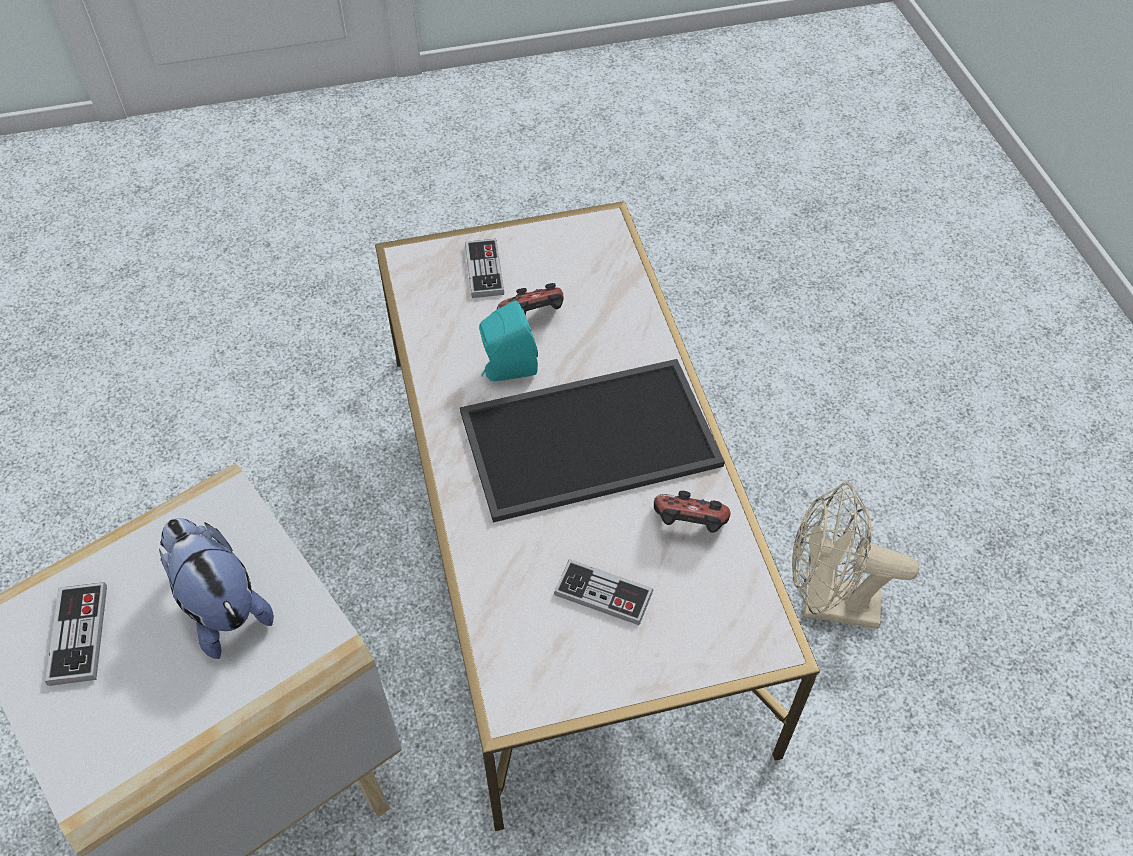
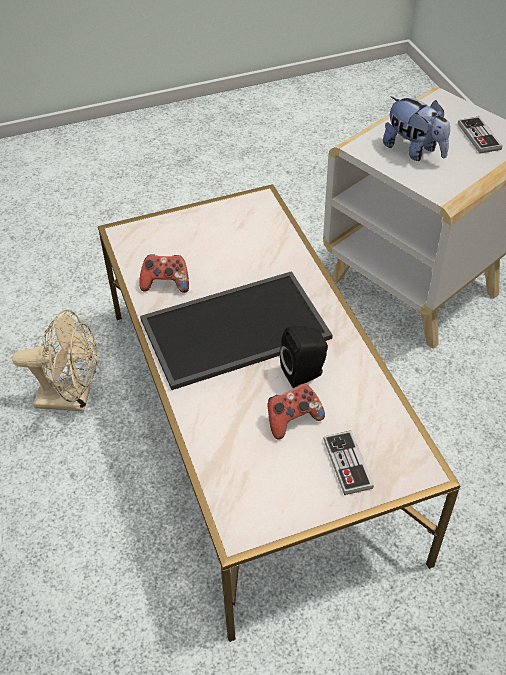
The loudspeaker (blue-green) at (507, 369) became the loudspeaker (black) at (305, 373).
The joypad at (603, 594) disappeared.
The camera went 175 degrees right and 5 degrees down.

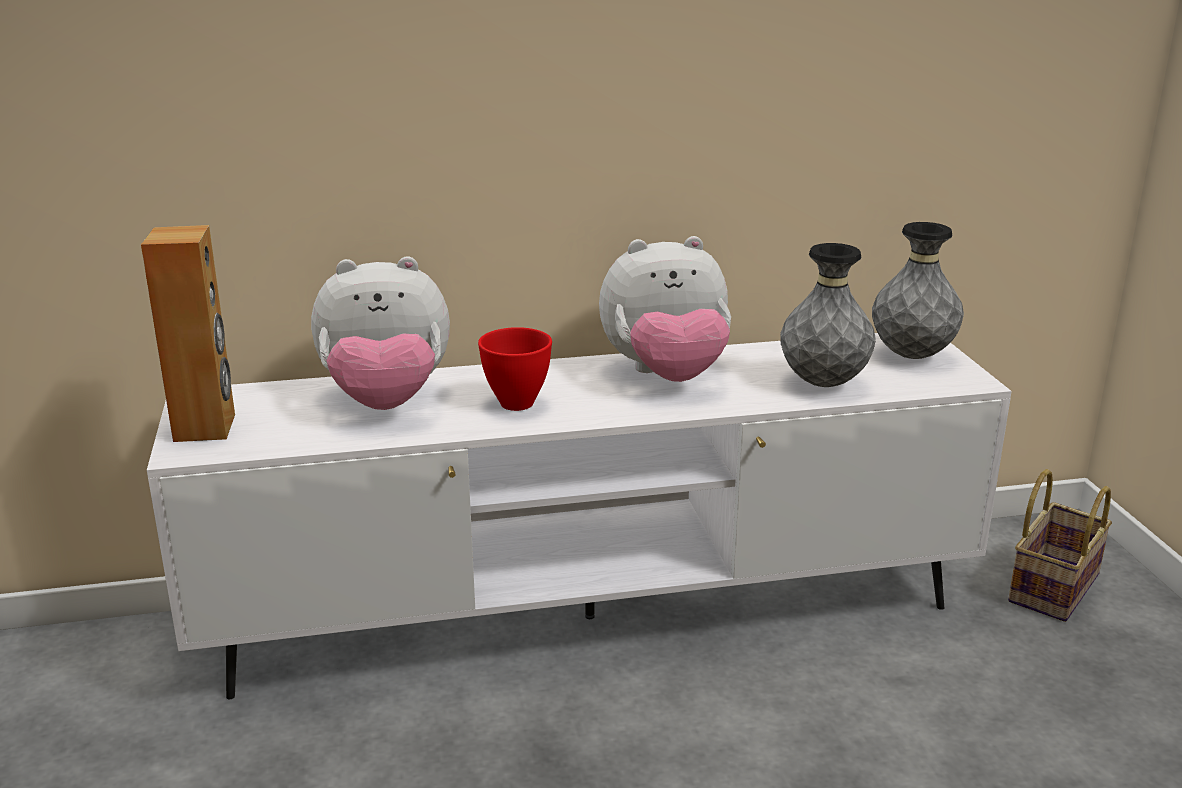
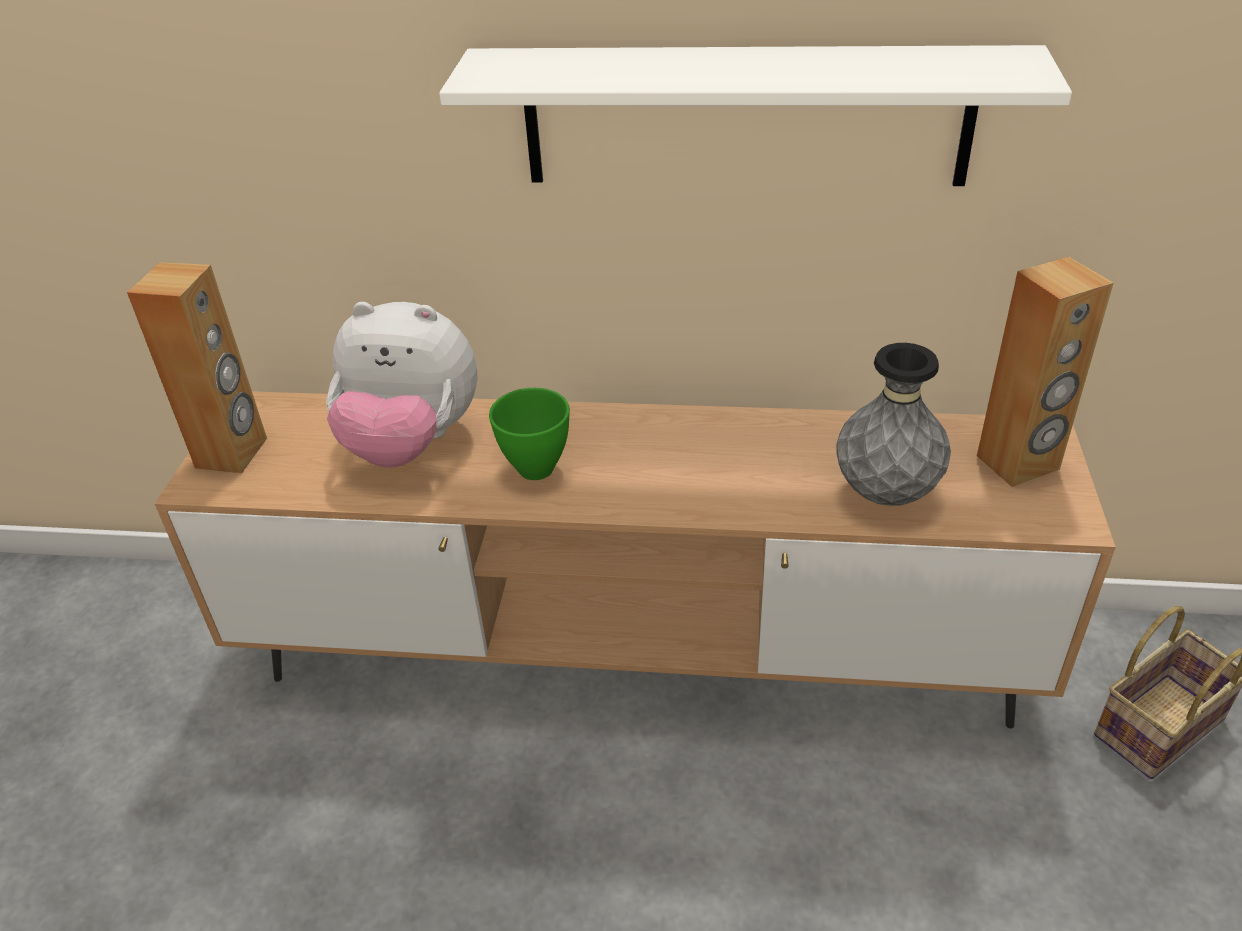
The media console (whitish) at (590, 617) became the media console (brownish) at (632, 656).
The bracket shelf (whitish) at (745, 117) appeared.
The serving bowl (red) at (518, 403) became the serving bowl (green) at (538, 468).
The vase (gray) at (912, 356) was replaced by the loudspeaker (brownish) at (1018, 463).
The soft toy at (666, 375) disappeared.
The camera went 20 degrees right and 15 degrees up.

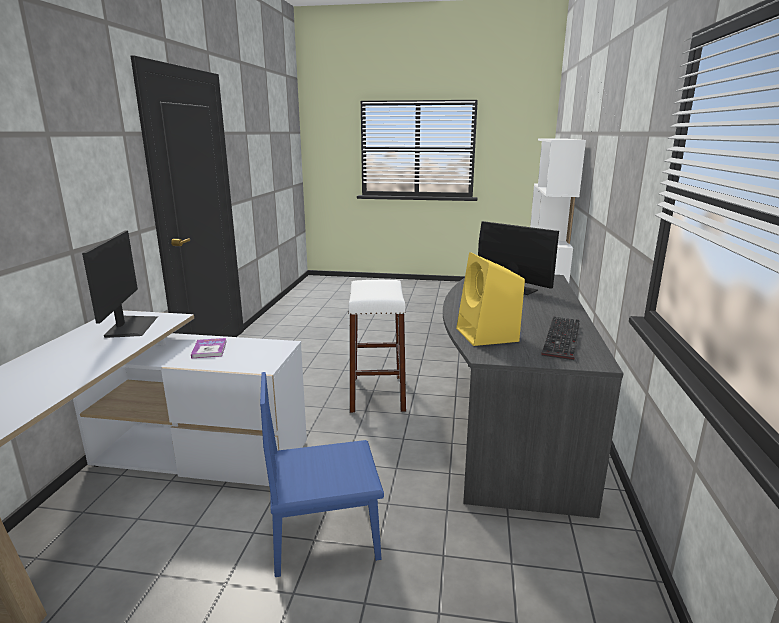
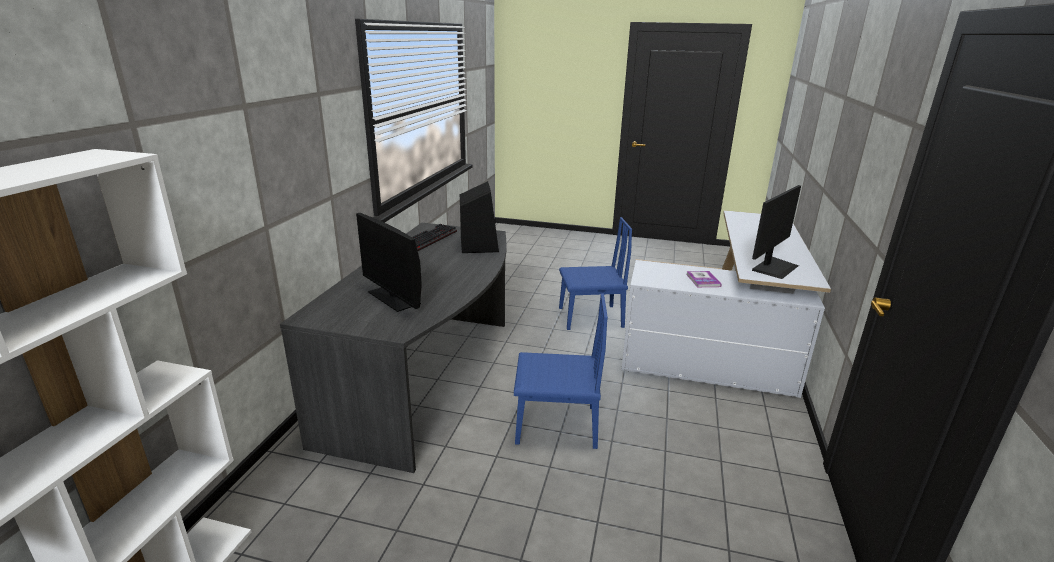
The loudspeaker (yellowish) at (488, 335) became the loudspeaker (black) at (478, 245).
The stool seat (whitish) at (377, 393) was replaced by the chair (blue-coloured) at (556, 425).
The monitor at (131, 326) turned 135 degrees counterclockwise.
The camera went 175 degrees left and 5 degrees up.

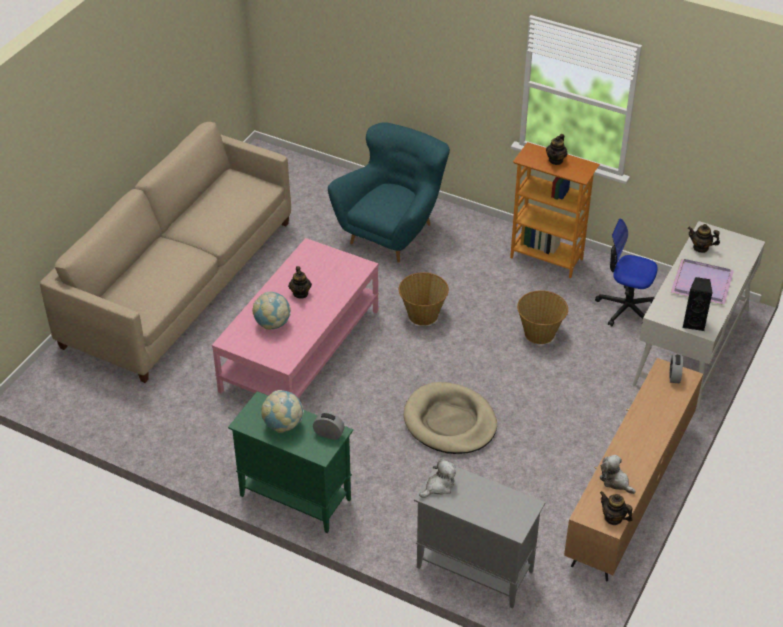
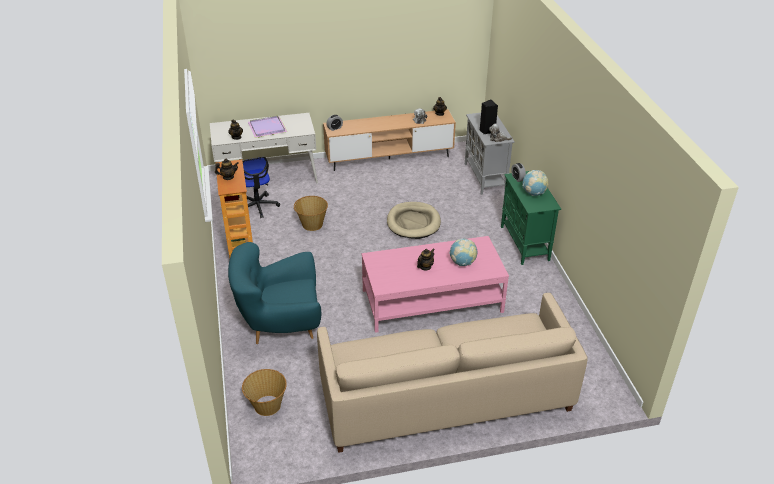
The storage basket moved from (423, 314) to (267, 406).
The loudspeaker (black) moved from (694, 323) to (486, 131).
The camera went 130 degrees left and 5 degrees down.

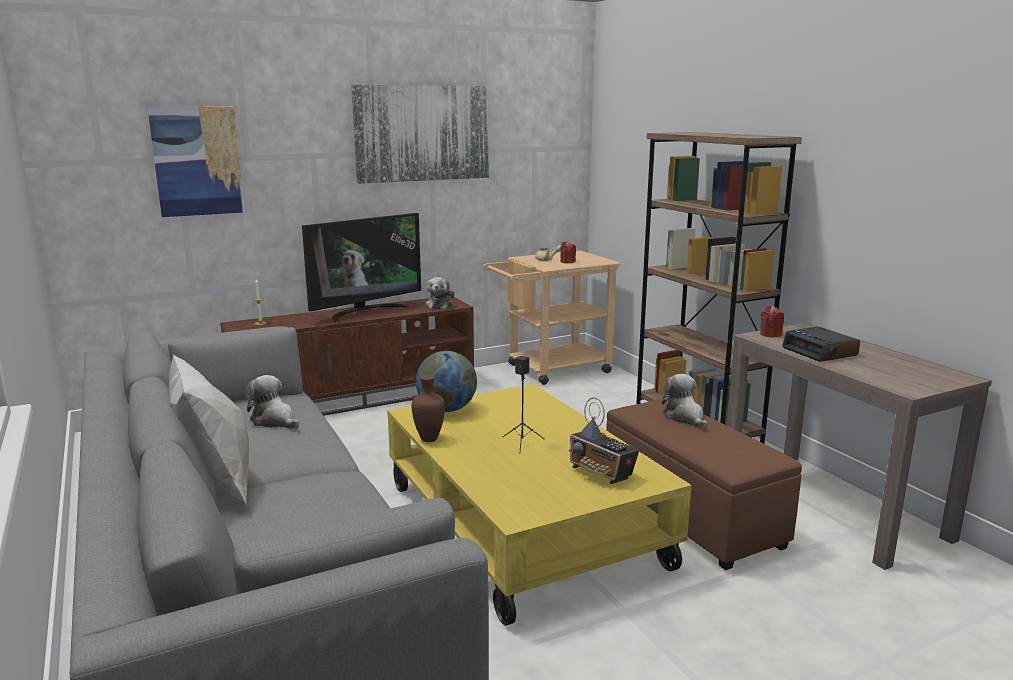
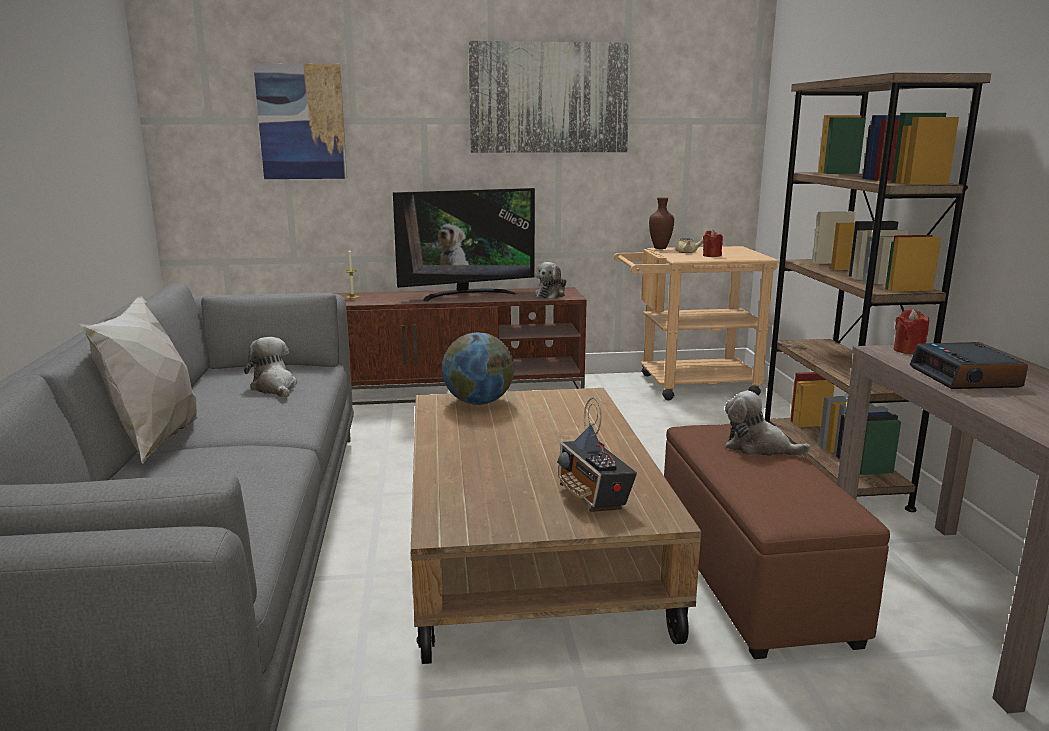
The coffee table (yellowish) at (521, 525) became the coffee table (brownish) at (527, 551).
The vase (brownish) moved from (430, 439) to (660, 248).
The soft toy at (684, 417) turned 60 degrees counterclockwise.
The loudspeaker (black) at (522, 442) disappeared.
The camera went 20 degrees right and 0 degrees up.

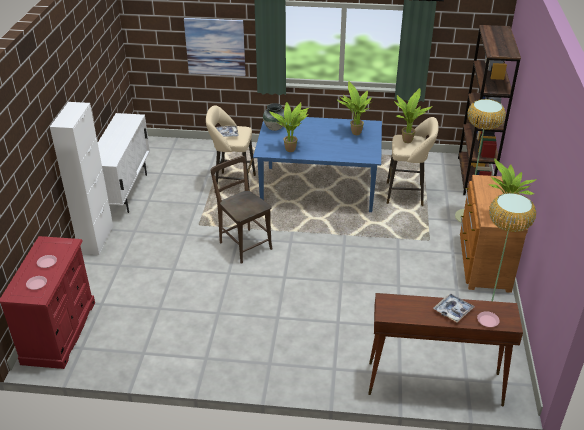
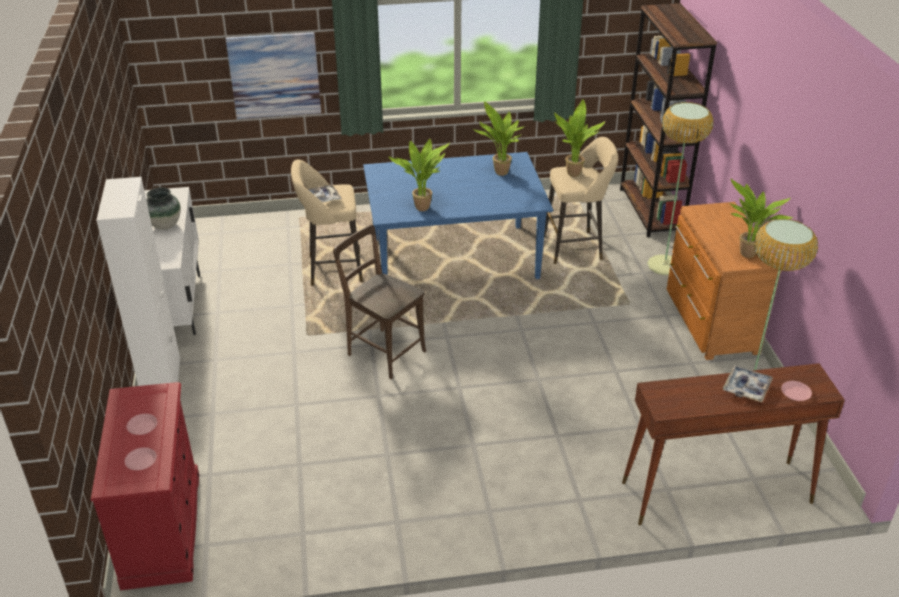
The vase moved from (275, 128) to (165, 225).
The camera went 15 degrees left and 0 degrees up.

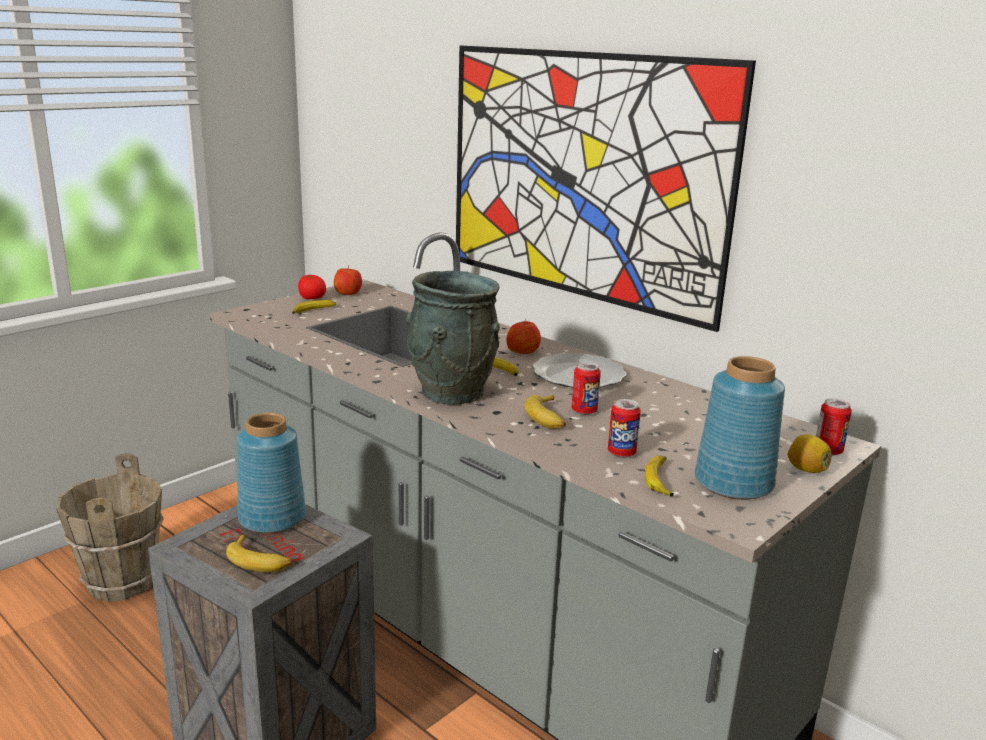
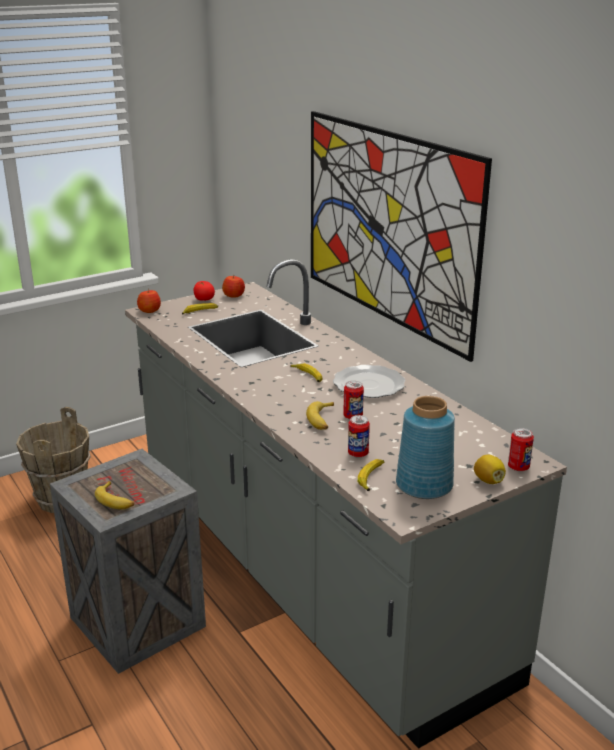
The apple moved from (523, 351) to (149, 310).
The vase (blue-coloured) at (272, 519) disappeared.
The vase (gray) at (451, 394) disappeared.
The camera went 15 degrees right and 5 degrees up.

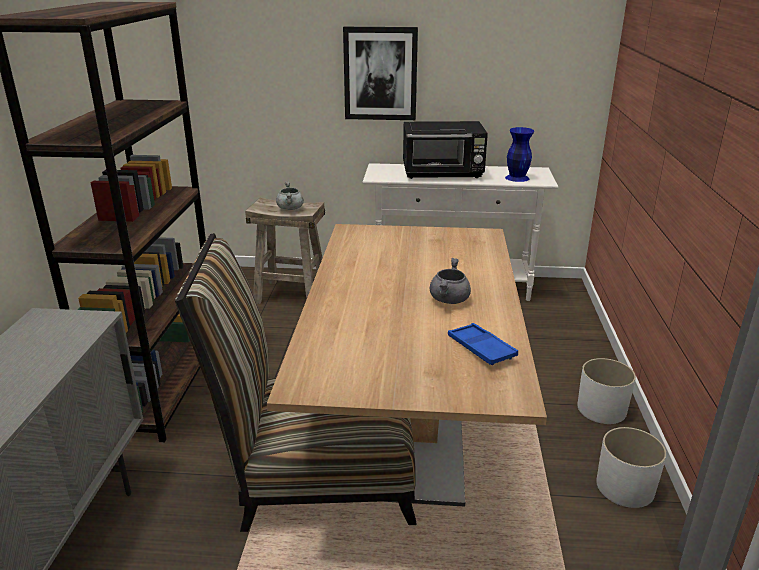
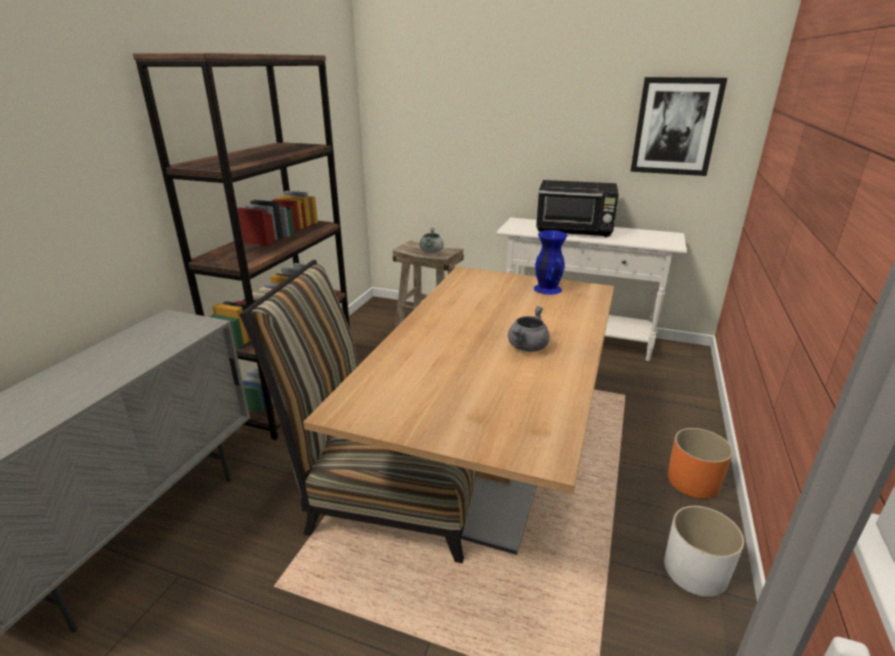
The vase (blue-coloured) moved from (516, 178) to (547, 289).
The wall art moved from (380, 74) to (676, 126).
The flower pot (whitish) at (601, 409) became the flower pot (orange) at (692, 480).
The tray (blue-coloured) at (481, 348) disappeared.
The camera went 15 degrees right and 0 degrees up.

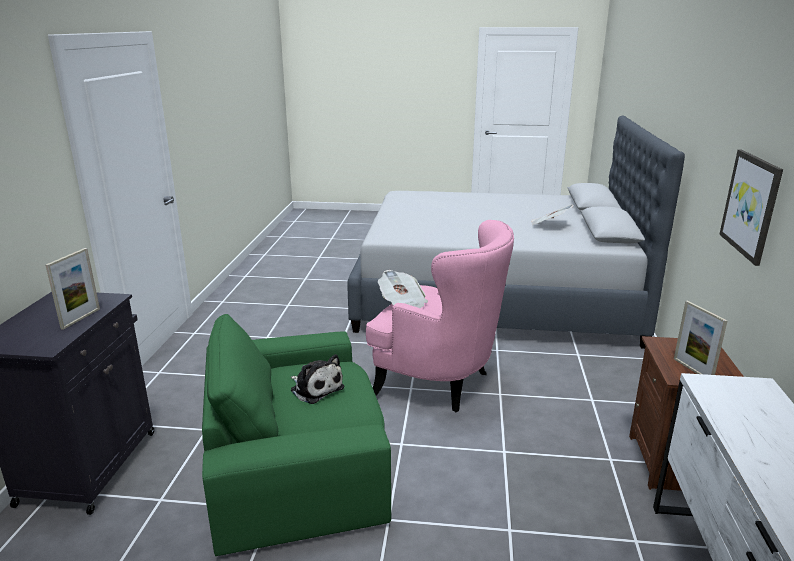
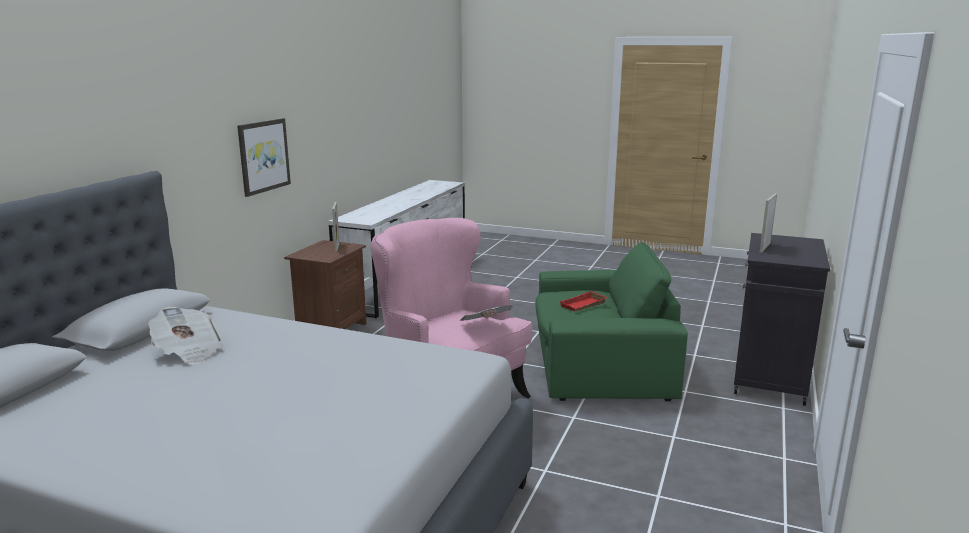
The soft toy at (315, 388) was replaced by the tray (red) at (583, 305).
The camera went 165 degrees left and 5 degrees down.

